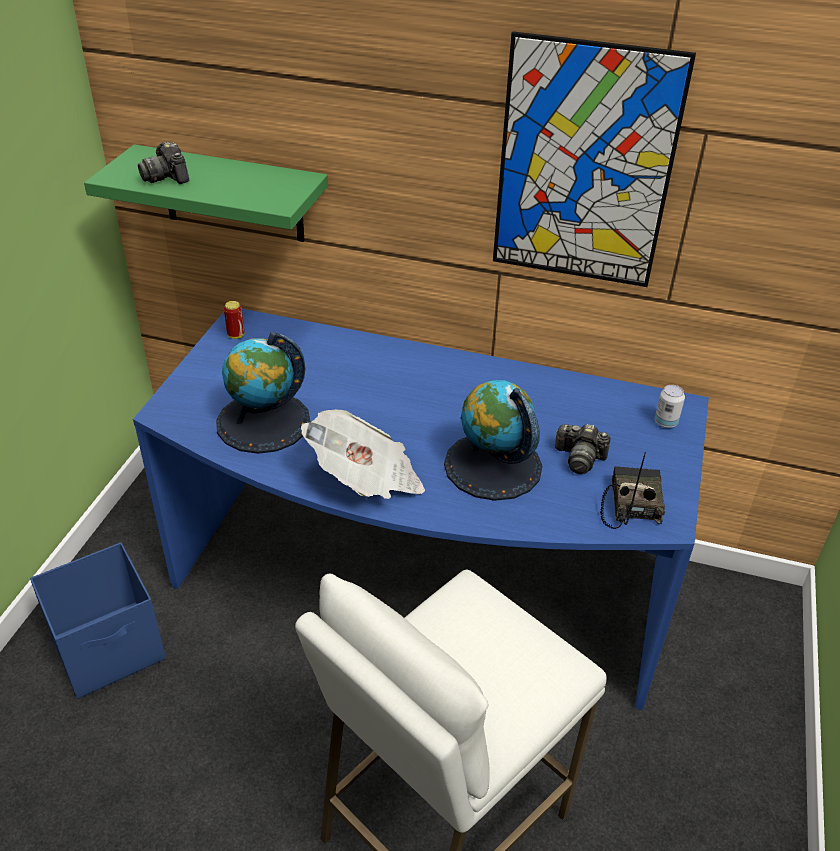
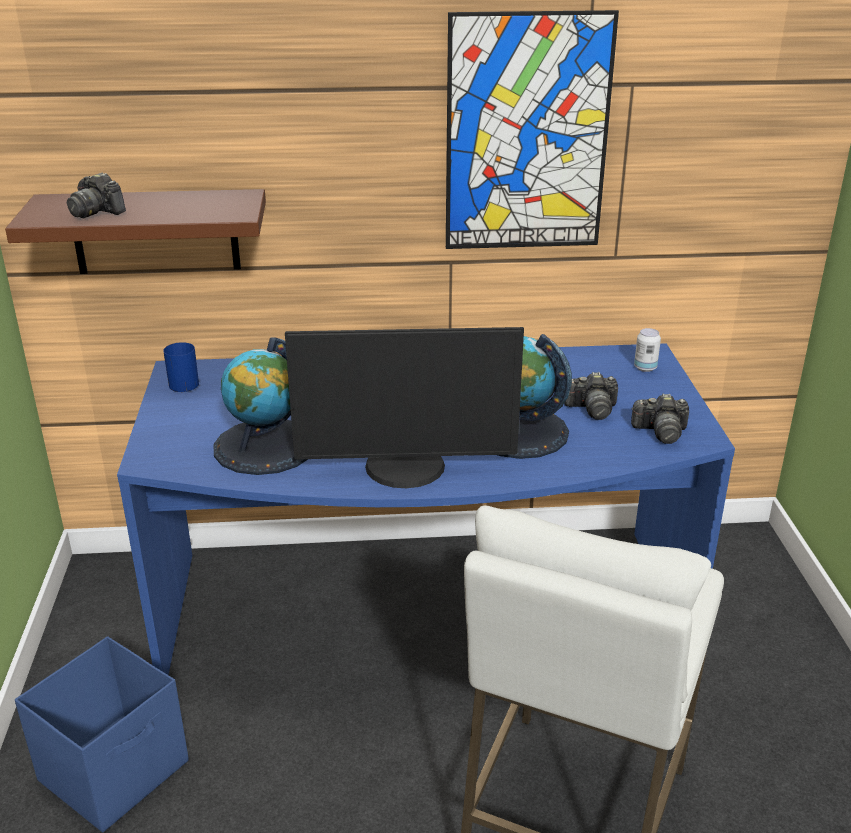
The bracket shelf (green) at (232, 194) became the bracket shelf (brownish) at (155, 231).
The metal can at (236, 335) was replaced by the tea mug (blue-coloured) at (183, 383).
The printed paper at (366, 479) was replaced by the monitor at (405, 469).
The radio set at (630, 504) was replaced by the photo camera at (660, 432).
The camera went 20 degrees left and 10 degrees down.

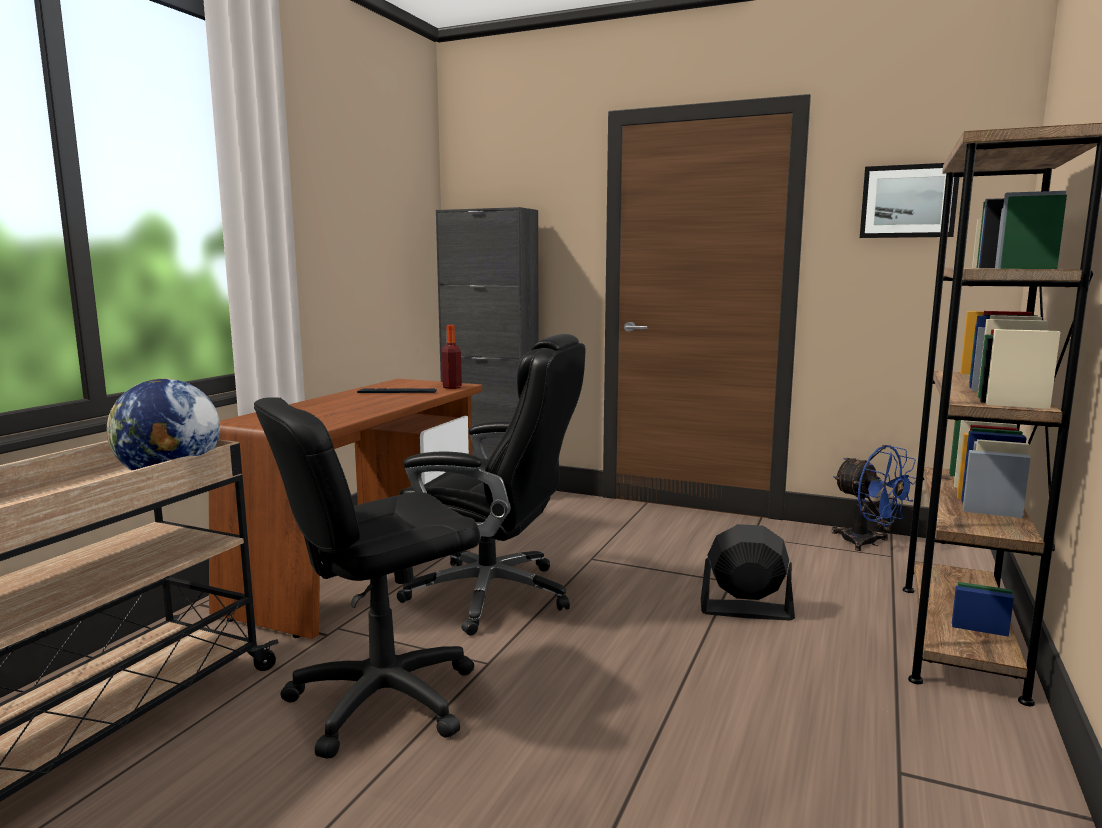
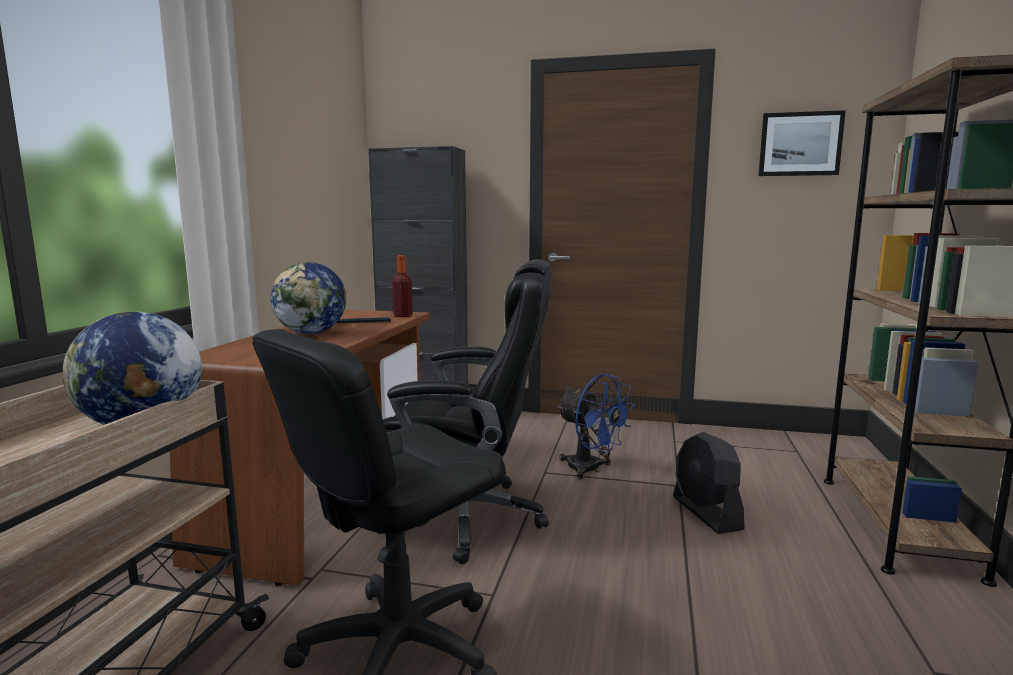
The desk globe at (311, 333) appeared.
The electric fan (blue-coloured) moved from (868, 543) to (591, 470).
The electric fan (black) at (745, 610) turned 105 degrees counterclockwise.
The camera went 10 degrees left and 0 degrees up.

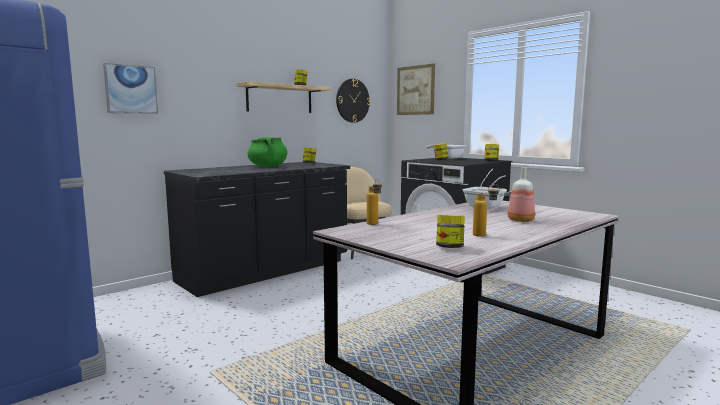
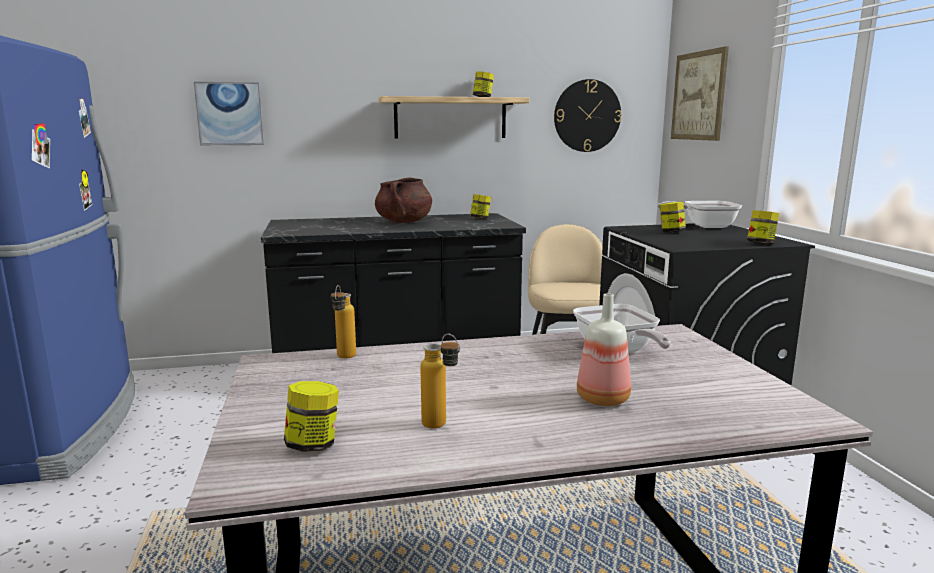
The saucepot (green) at (268, 166) became the saucepot (brownish) at (404, 222).
The camera went 30 degrees right and 5 degrees up.

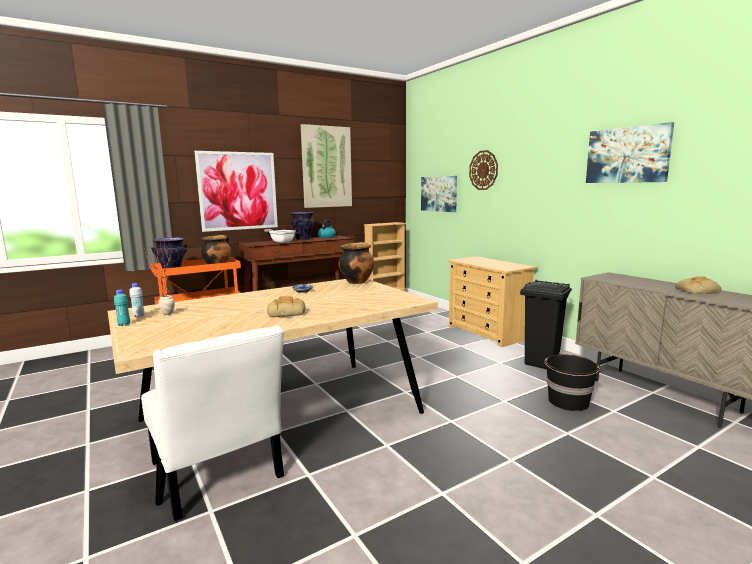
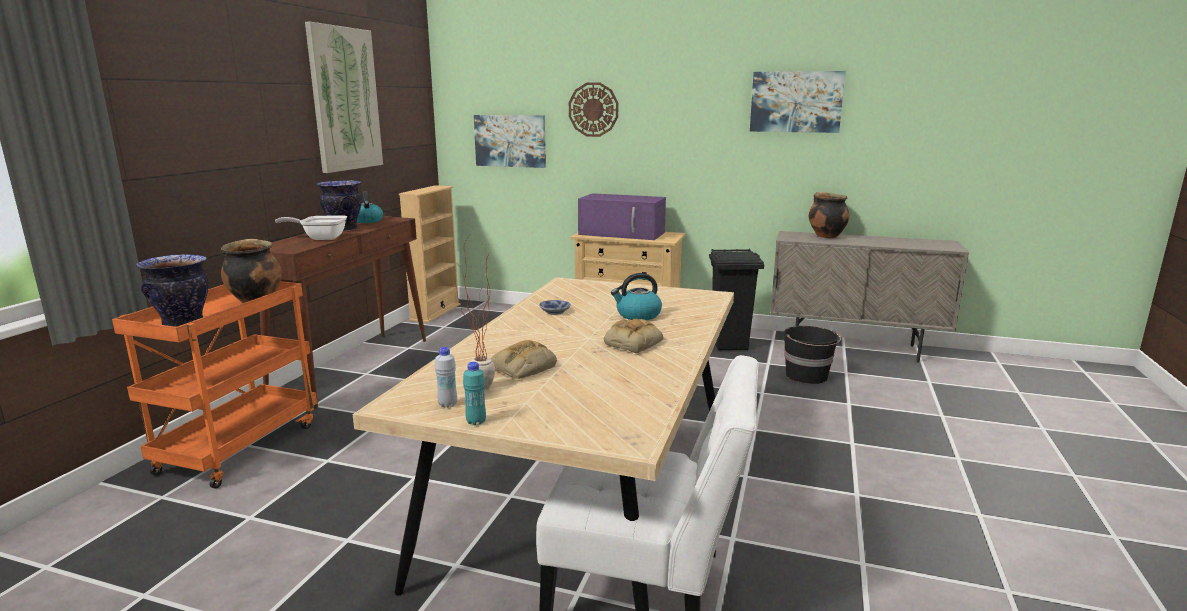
The bread moved from (697, 291) to (523, 367).
The microwave oven (purplish) at (623, 233) appeared.
The tea kettle at (637, 315) appeared.
The saucepot moved from (357, 282) to (825, 236).
The wall art at (238, 191) disappeared.
The camera went 40 degrees left and 5 degrees up.

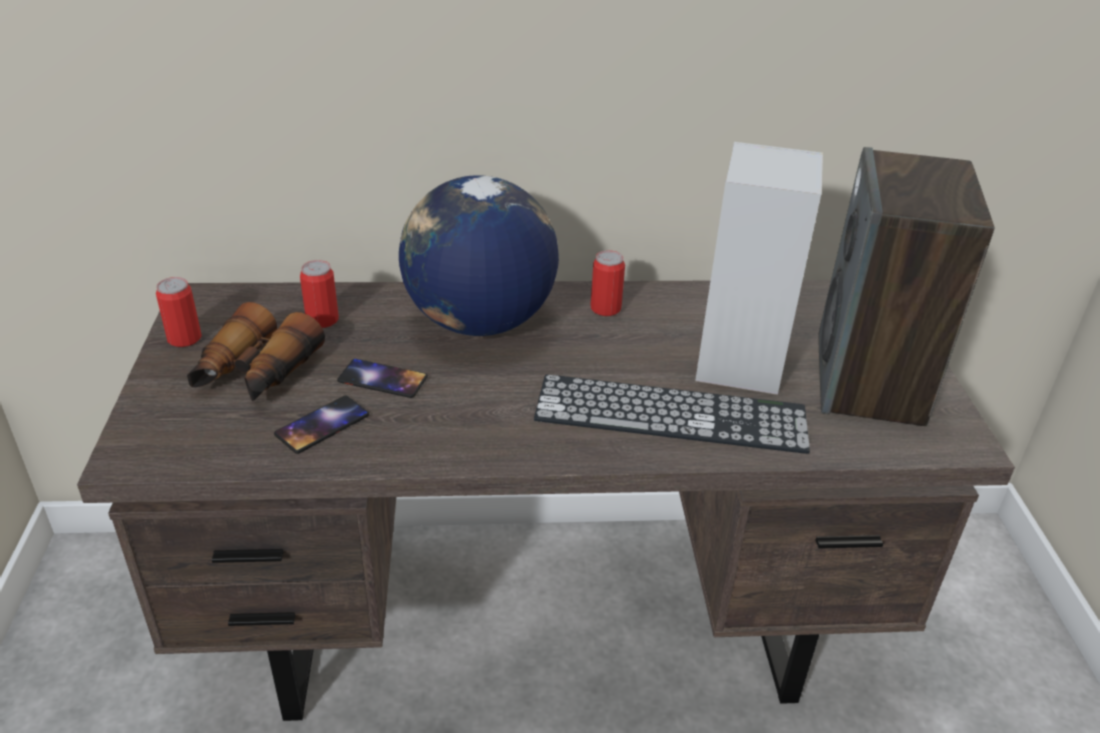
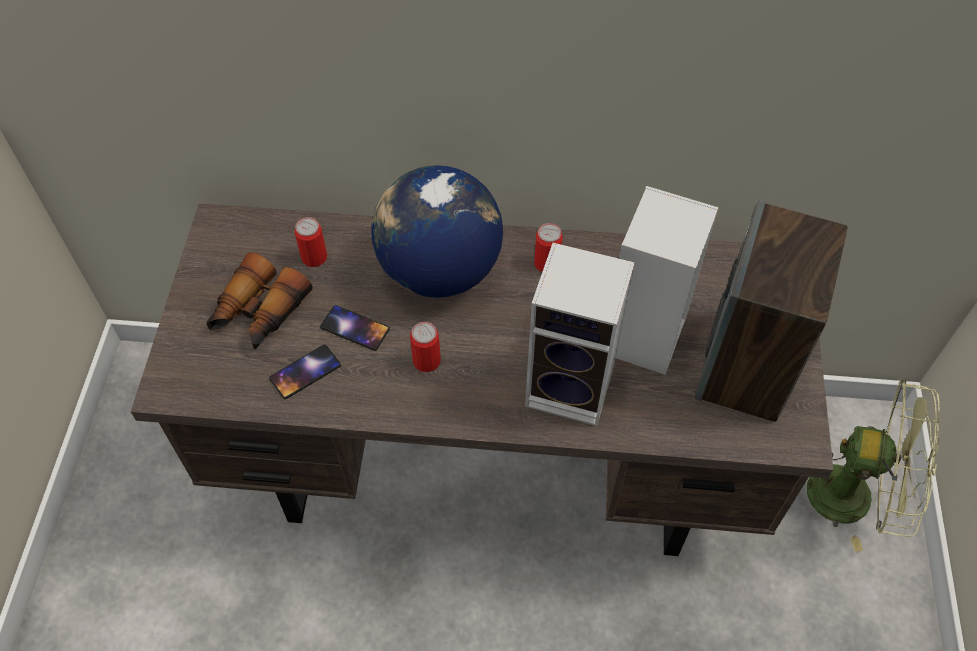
The metal can moved from (184, 338) to (426, 361).
The keyboard at (671, 414) was replaced by the loudspeaker at (573, 387).
The electric fan (green) at (854, 496) appeared.
The camera went 10 degrees right and 20 degrees up.

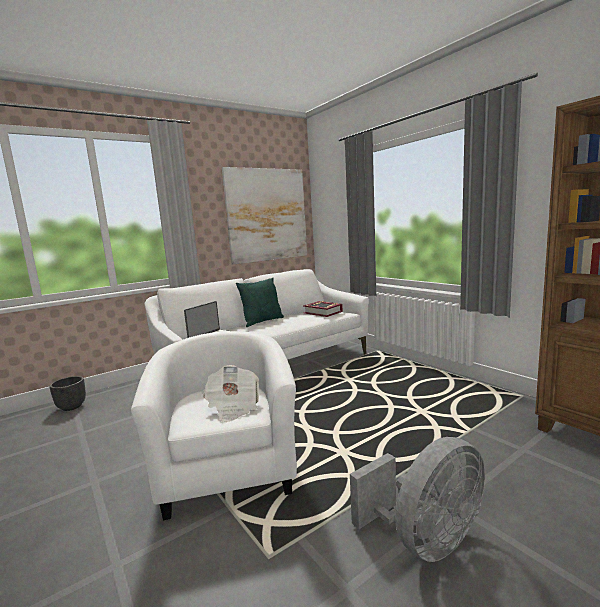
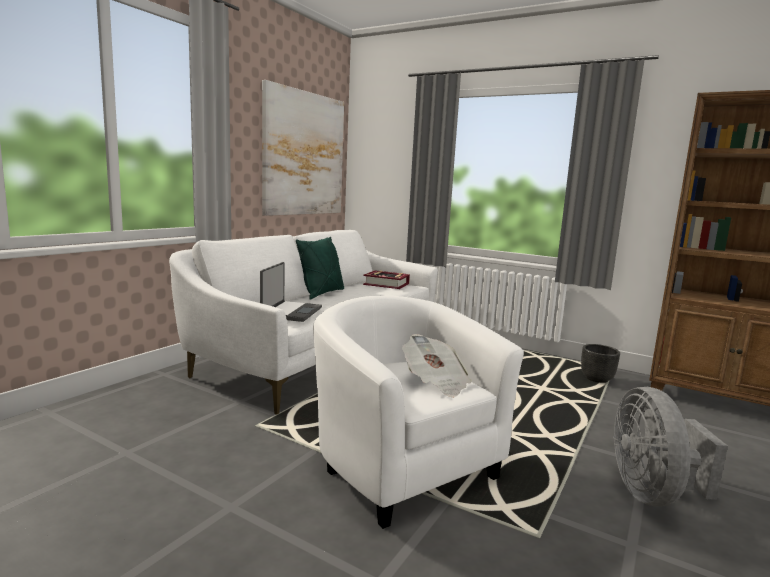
The flower pot (black) moved from (72, 406) to (597, 379).
The electric fan (gray) at (426, 540) turned 150 degrees clockwise.
The camera went 25 degrees left and 0 degrees up.

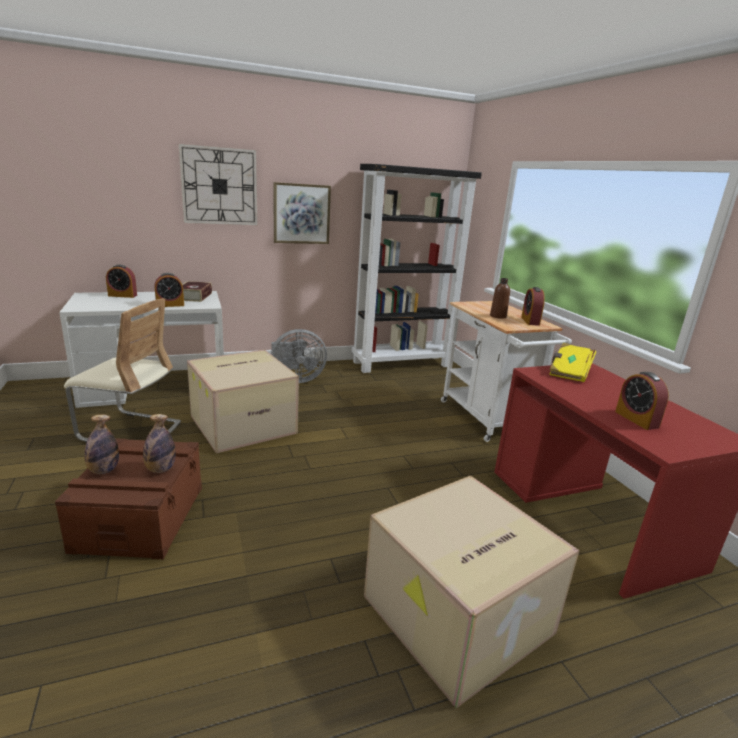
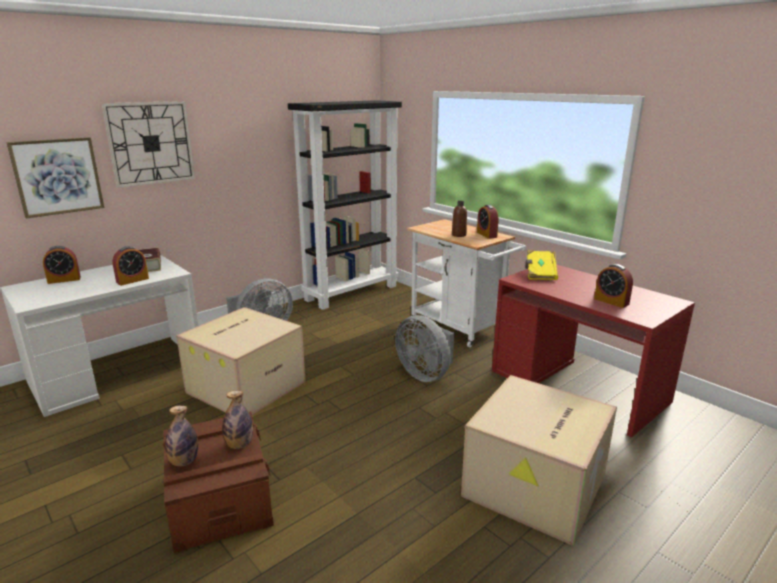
The wall art moved from (301, 214) to (58, 176).
The electric fan (gray) at (425, 374) appeared.
The chair (sand-coloured) at (130, 431) disappeared.
The camera went 20 degrees left and 0 degrees up.

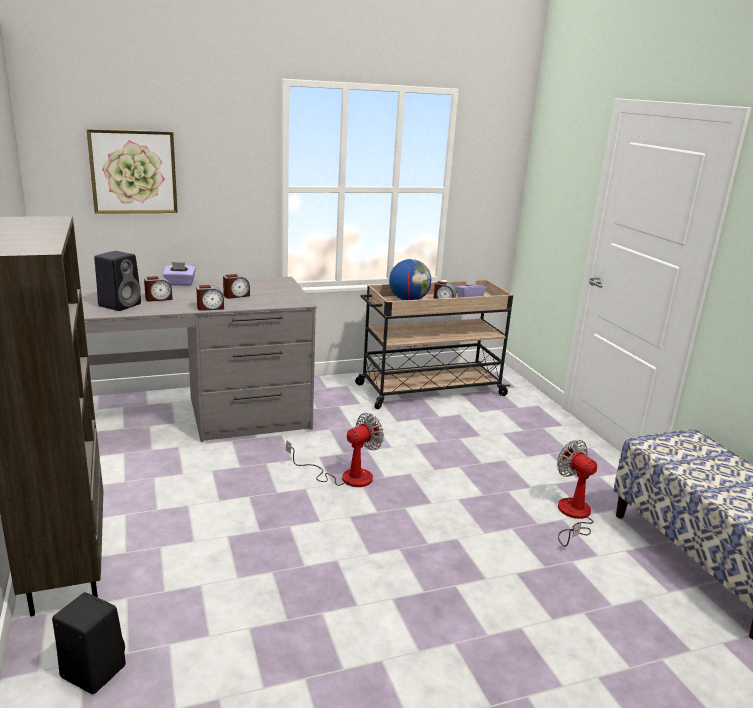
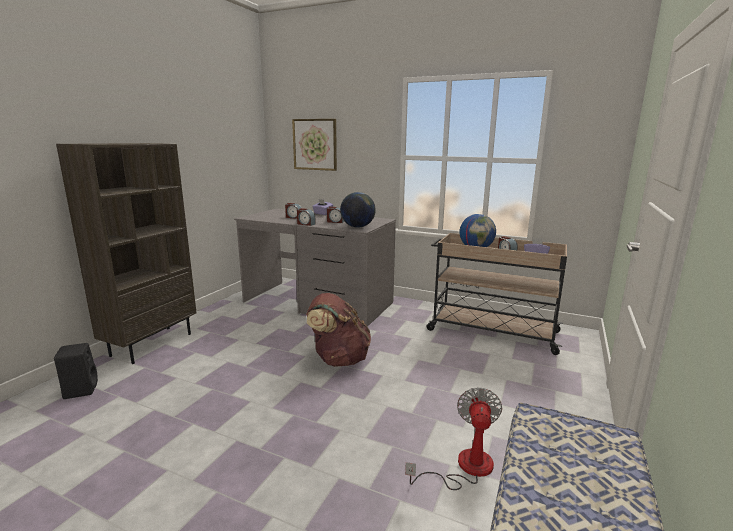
The electric fan at (345, 476) was replaced by the knapsack (brownish) at (338, 359).
The desk globe at (357, 227) appeared.
The loudspeaker (black) at (120, 305) disappeared.
The camera went 45 degrees right and 5 degrees down.

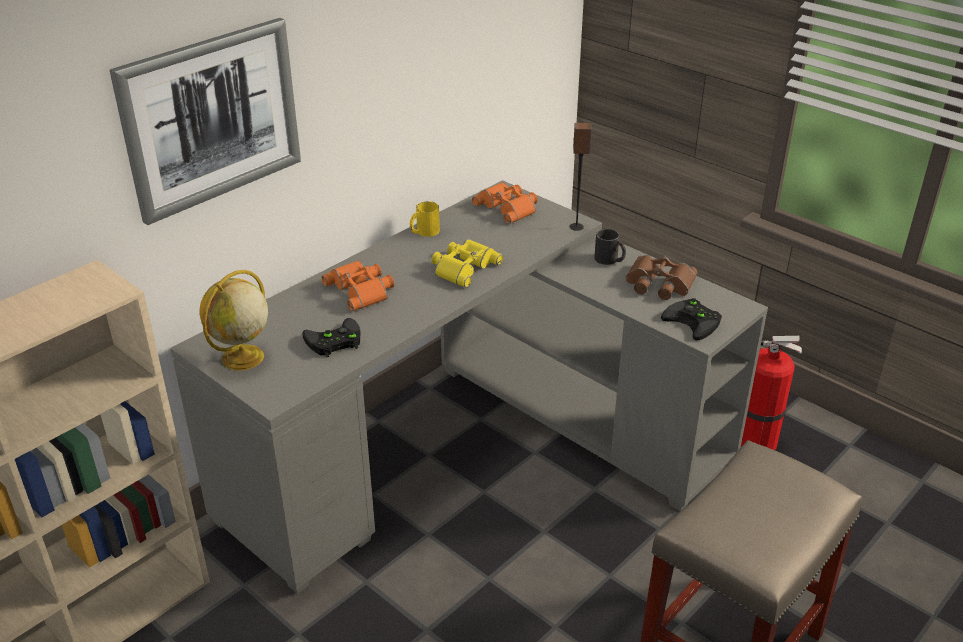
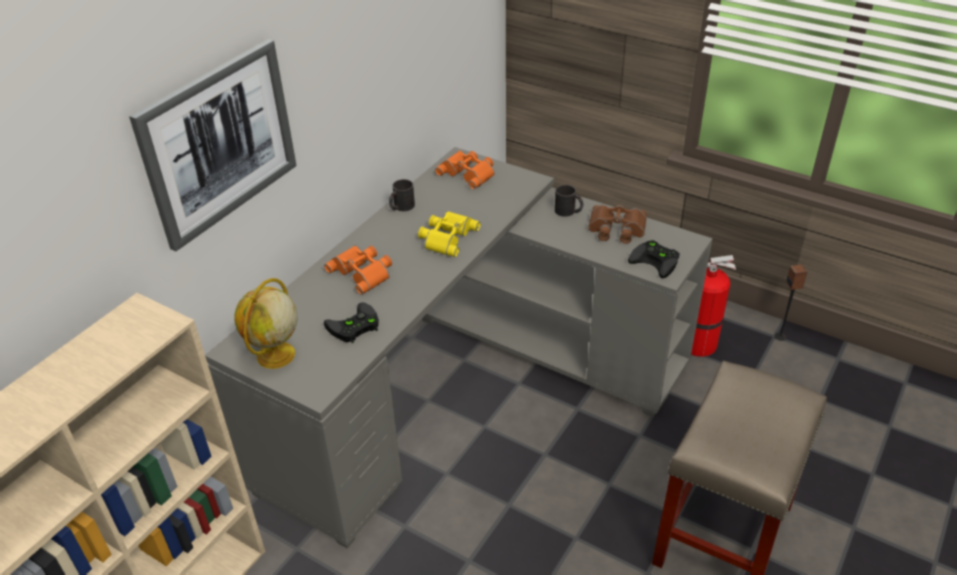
The tea mug (yellowish) at (424, 232) became the tea mug (black) at (401, 207).
The loudspeaker moved from (576, 227) to (780, 336).
The camera went 10 degrees left and 5 degrees up.

